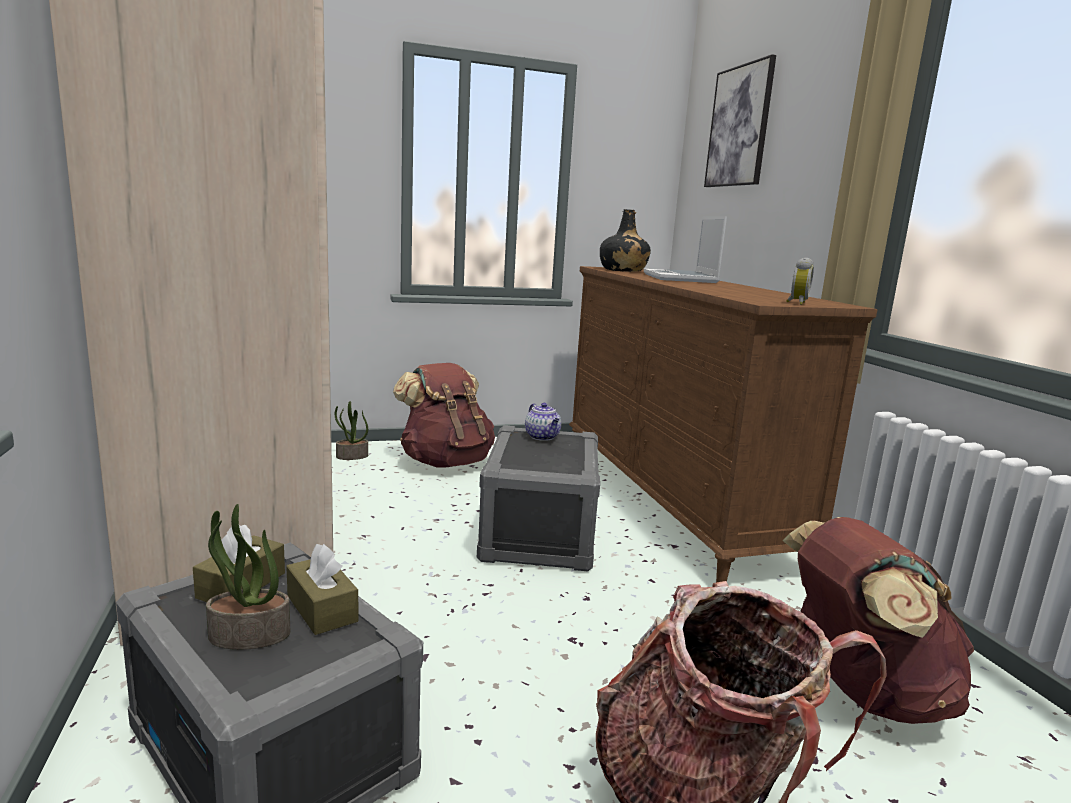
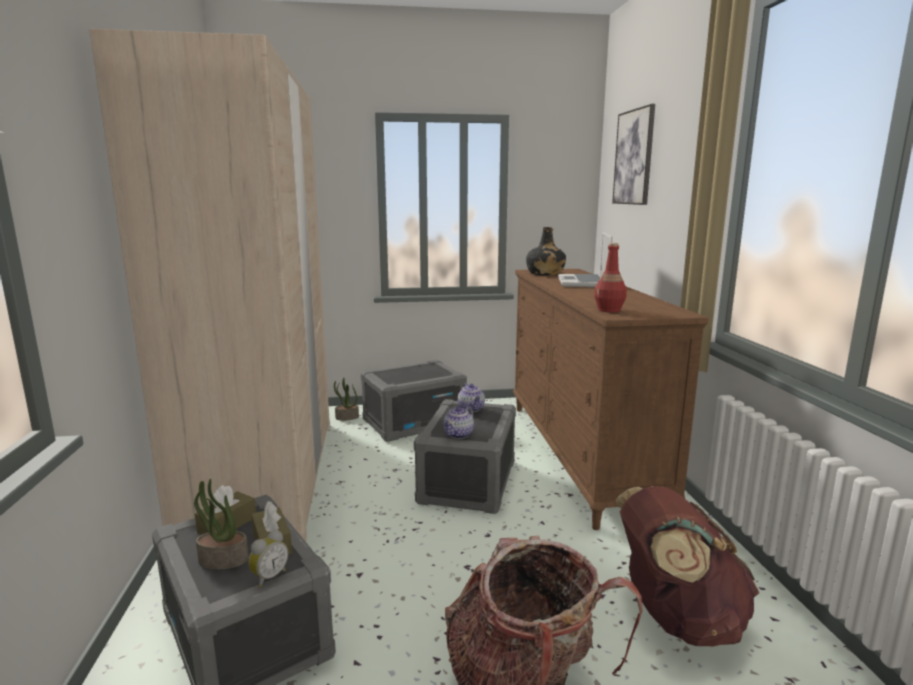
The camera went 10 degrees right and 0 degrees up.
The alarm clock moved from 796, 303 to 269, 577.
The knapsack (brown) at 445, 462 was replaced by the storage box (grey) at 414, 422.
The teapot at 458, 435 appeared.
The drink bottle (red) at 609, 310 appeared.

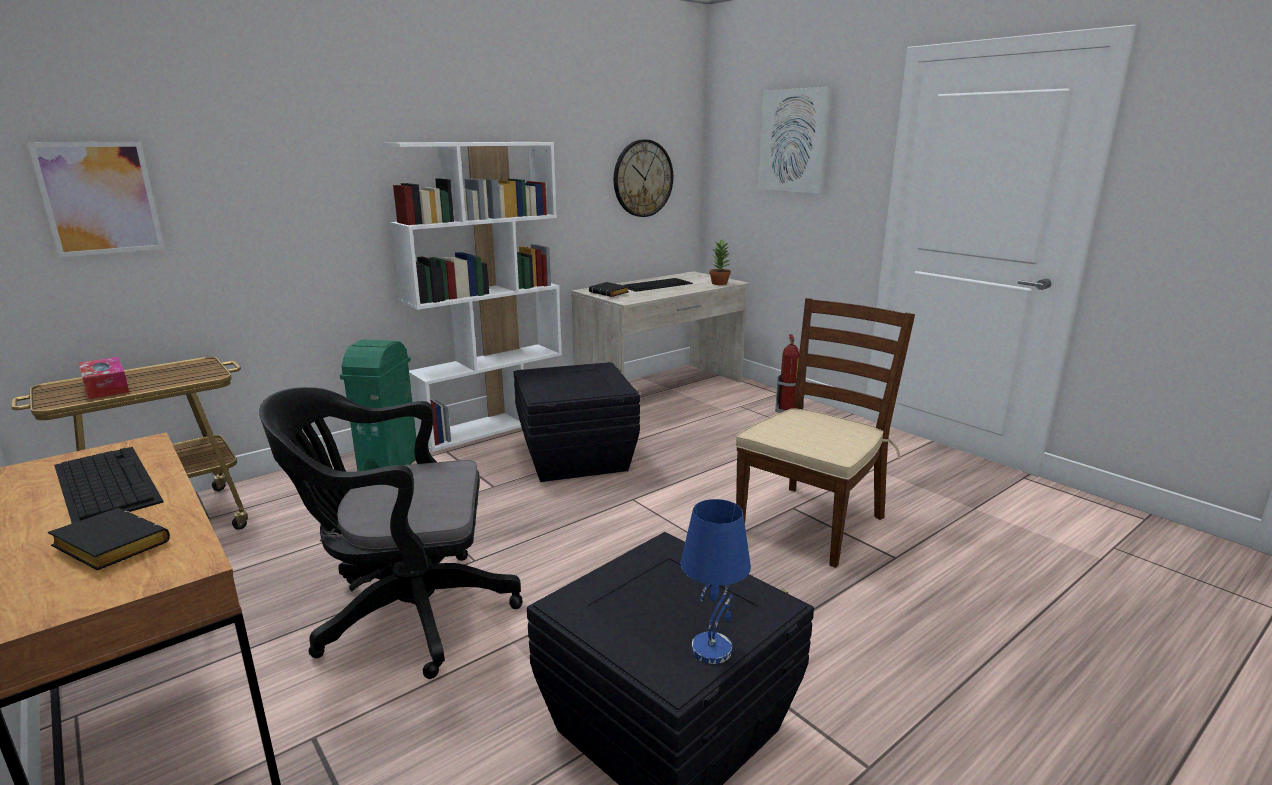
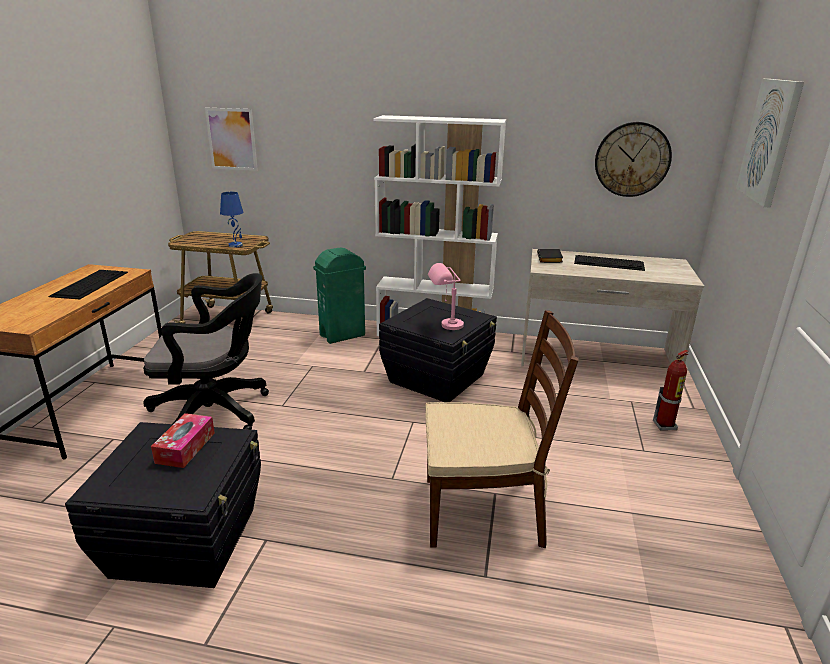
The camera went 50 degrees right and 5 degrees up.
The desk chair (blackish) at 406, 614 turned 135 degrees clockwise.
The box of tissues moved from 106, 387 to 185, 447.
The lamp for a table (blue) moved from 712, 648 to 236, 245.
The lamp for a table (pink-coloured) at 445, 326 appeared.
The bound book (blackish) at 107, 547 disappeared.
The potted plant at 720, 283 disappeared.

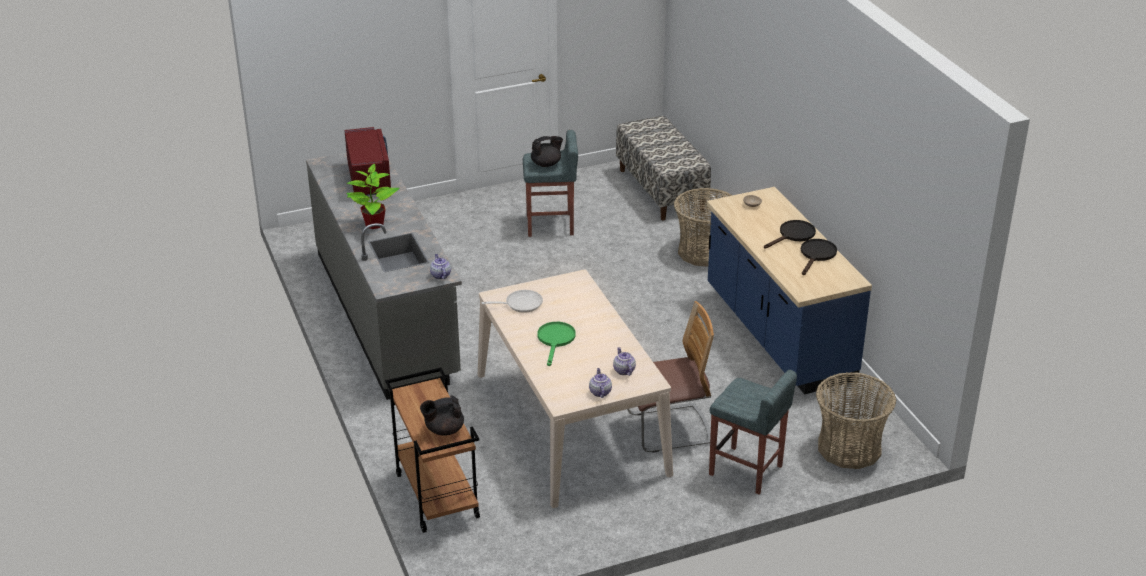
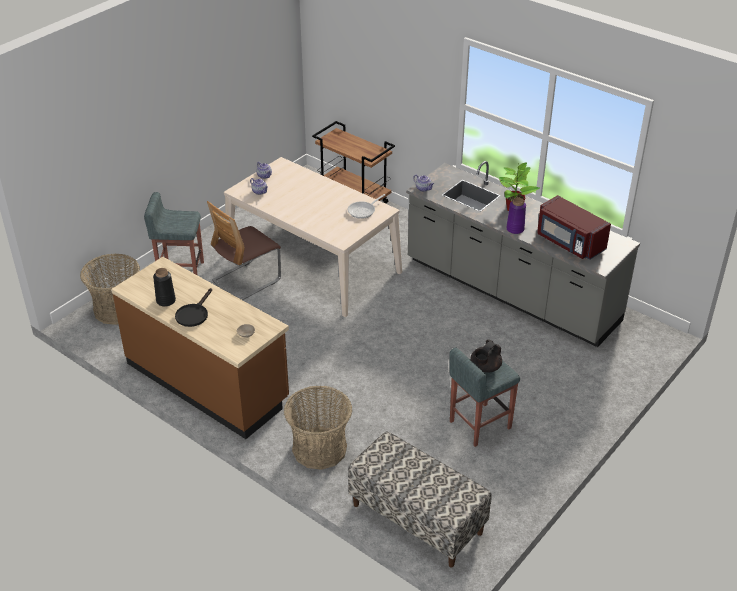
The camera went 150 degrees right and 5 degrees up.
The kitchen base unit (blue) at 777, 335 became the kitchen base unit (brown) at 208, 382.
The frying pan (blackish) at 816, 255 was replaced by the flower vase (blackish) at 165, 301.
The flower vase (purple) at 515, 229 appeared.
The teapot (blackish) at 443, 430 disappeared.
The frying pan (greenish) at 555, 340 disappeared.

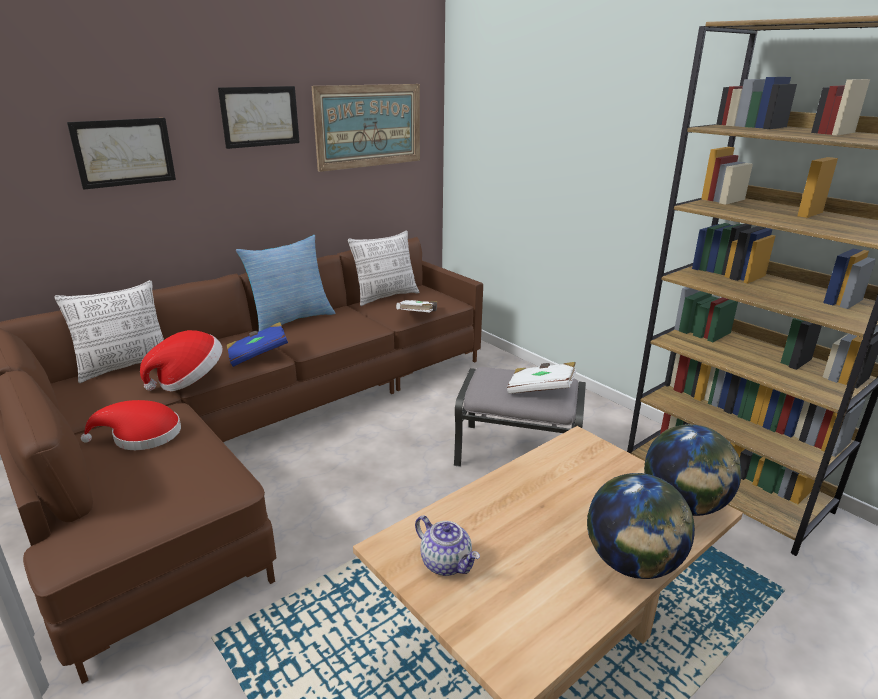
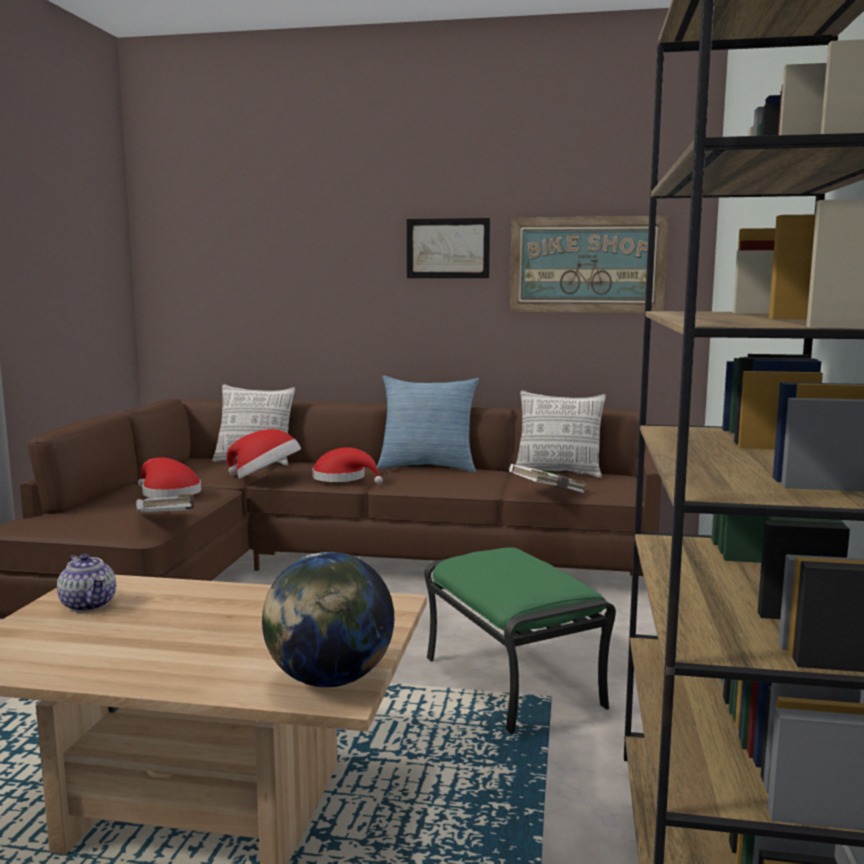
The camera went 50 degrees right and 15 degrees down.
The teapot at 446, 563 turned 45 degrees counterclockwise.
The bound book (white-coloured) moved from 540, 390 to 166, 520.
The bound book (blue) at 258, 355 was replaced by the hat (red) at 343, 478.
The pouffe (grey) at 519, 452 became the pouffe (greenish) at 514, 682.
The picture at 124, 152 disappeared.
The world globe at 632, 564 disappeared.

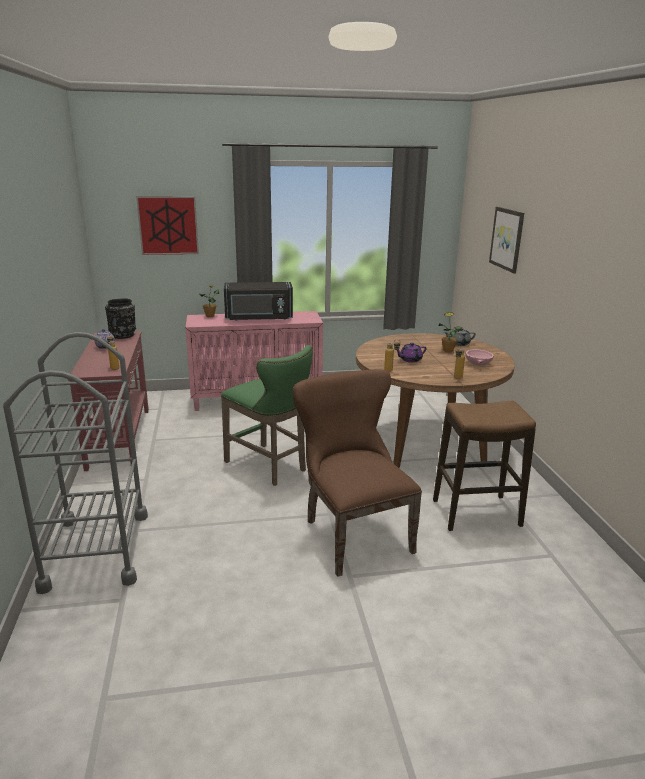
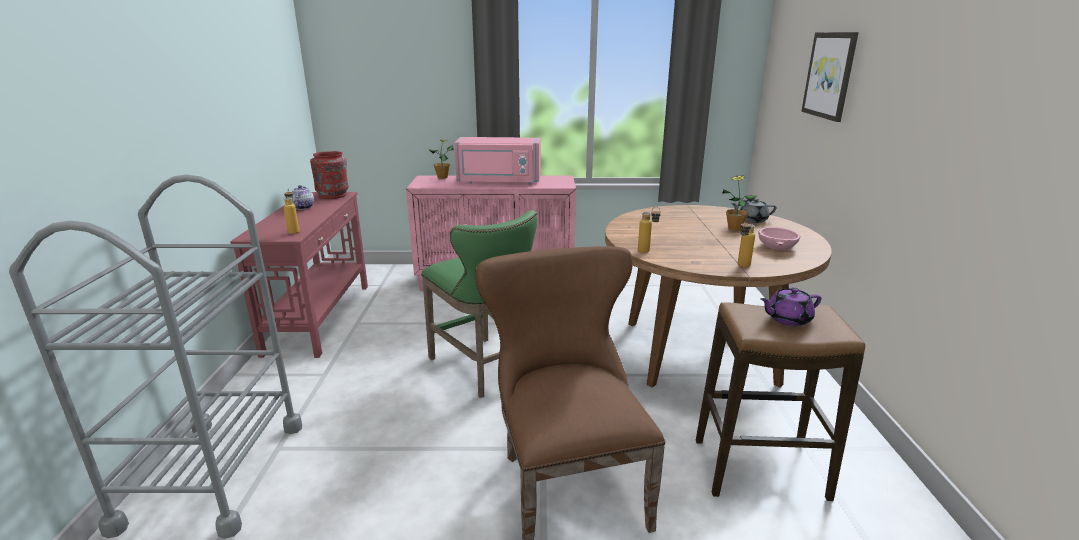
The camera went 10 degrees right and 0 degrees up.
The flower vase (blackish) at 123, 335 became the flower vase (red) at 333, 195.
The microwave (blackish) at 259, 318 became the microwave (pink-coloured) at 499, 181.
The teapot (purple) moved from 410, 360 to 787, 319.
The picture at 168, 225 disappeared.

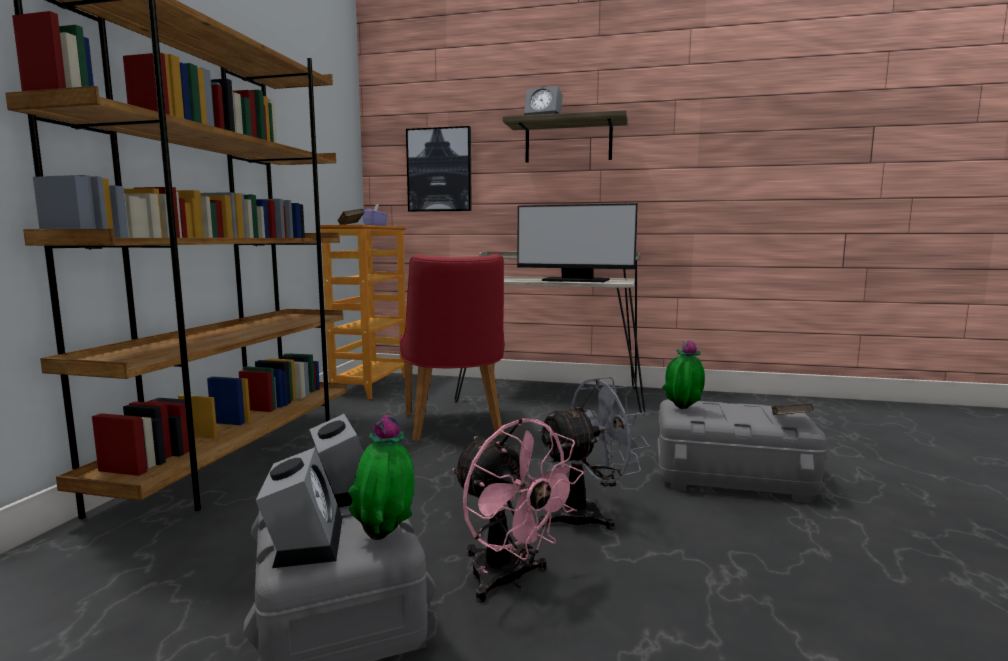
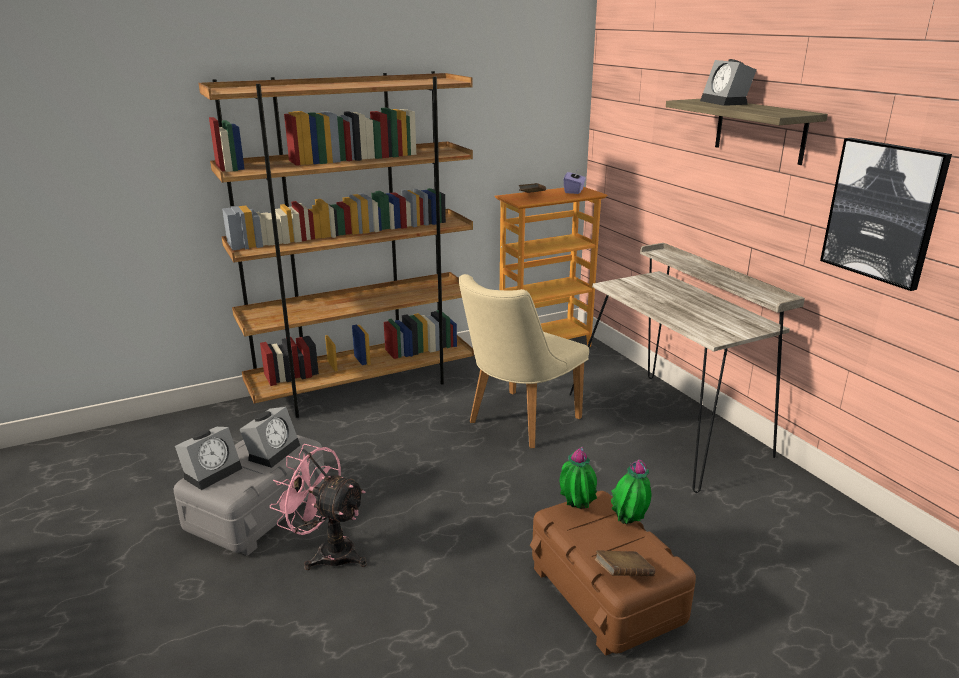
The camera went 50 degrees right and 15 degrees up.
The cooling fan (pink-coloured) at 508, 580 turned 105 degrees clockwise.
The plain chair (red) at 454, 427 became the plain chair (beige-coloured) at 516, 423.
The storage box (grey) at 731, 476 became the storage box (brown) at 606, 593.
The potted plant moved from 386, 537 to 629, 524.
The picture moved from 439, 170 to 882, 211.
The monitor at 576, 280 disappeared.
The cooling fan (grey) at 587, 514 disappeared.

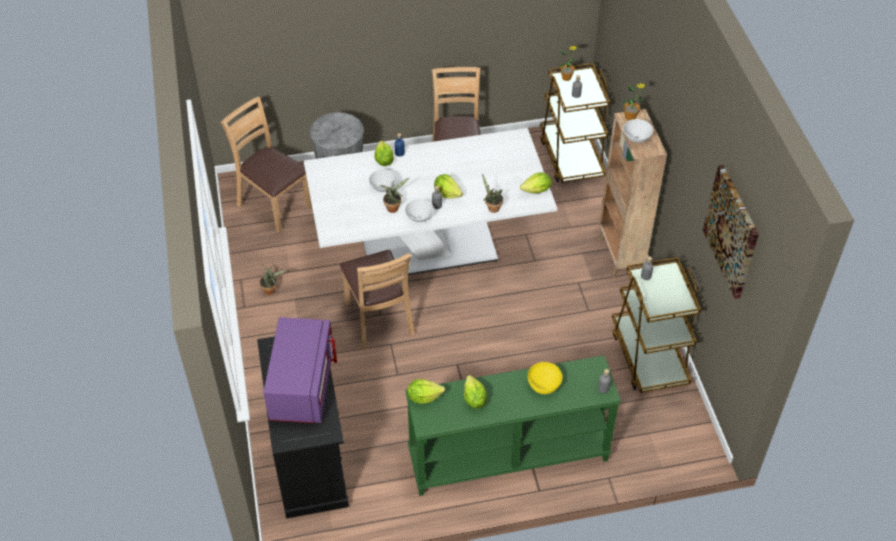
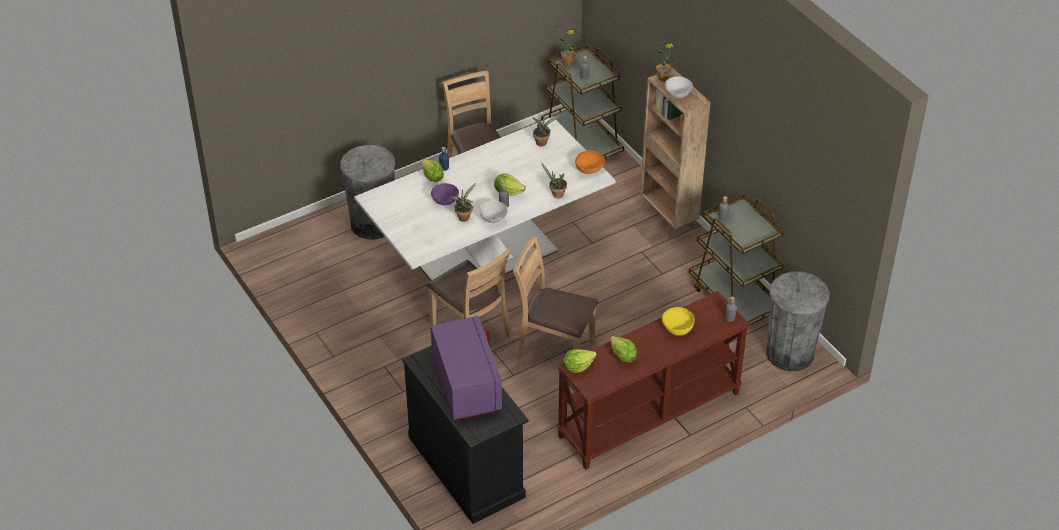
The camera went 20 degrees left and 5 degrees down.
The serving bowl (white-coloured) at 383, 188 became the serving bowl (purple) at 445, 202.
The plain chair (brown) moved from 274, 205 to 554, 350.
The potted plant moved from 271, 290 to 542, 142.
The hall table (greenish) at 508, 457 became the hall table (brown) at 649, 416.
The lettuce head at 537, 190 was replaced by the serving bowl (orange) at 589, 169.
The waste bin (grey) at 790, 353 appeared.
The picture at 732, 231 disappeared.

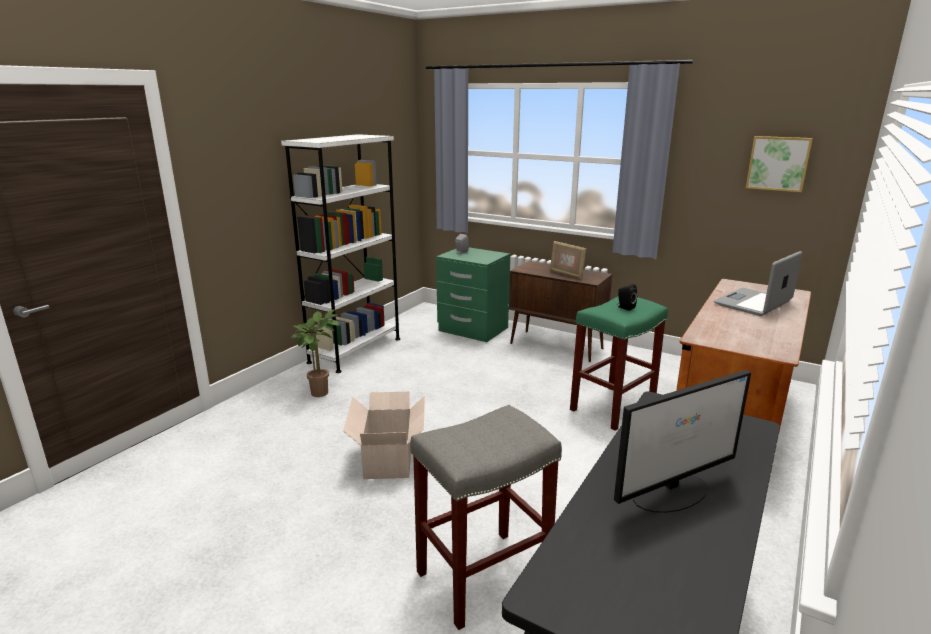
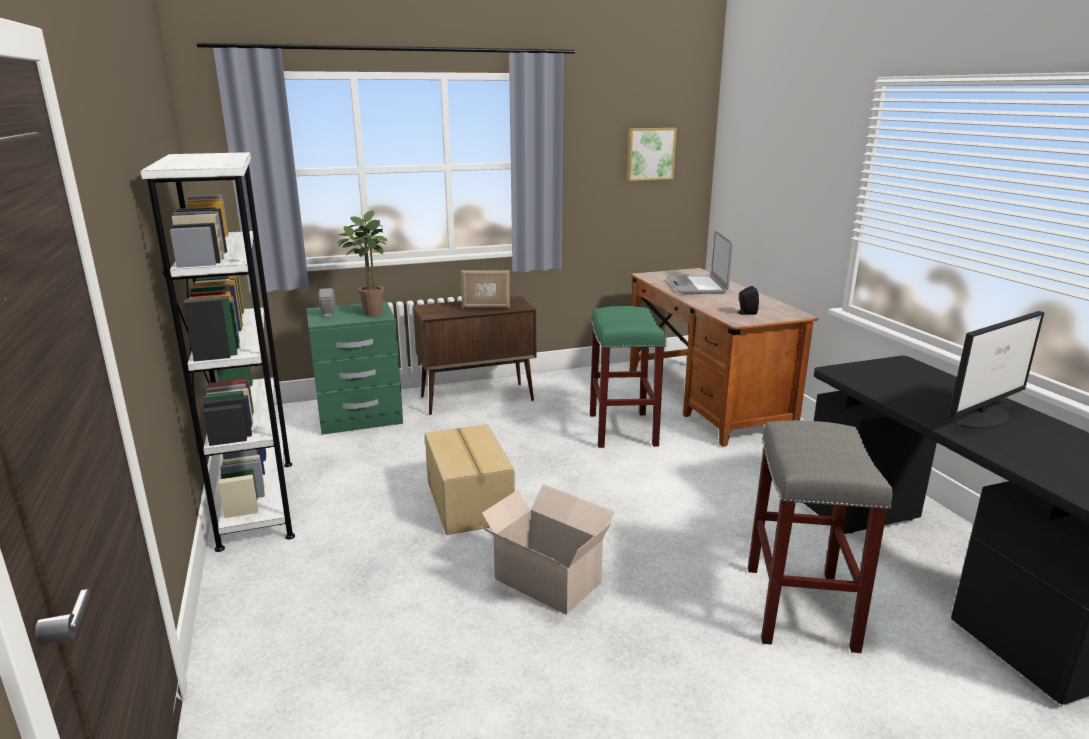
The camera went 50 degrees left and 0 degrees up.
The potted plant moved from 320, 391 to 370, 312.
The cardboard box at 470, 501 appeared.
The speaker (blackish) moved from 625, 307 to 746, 313.
The monitor at 671, 492 turned 45 degrees clockwise.

